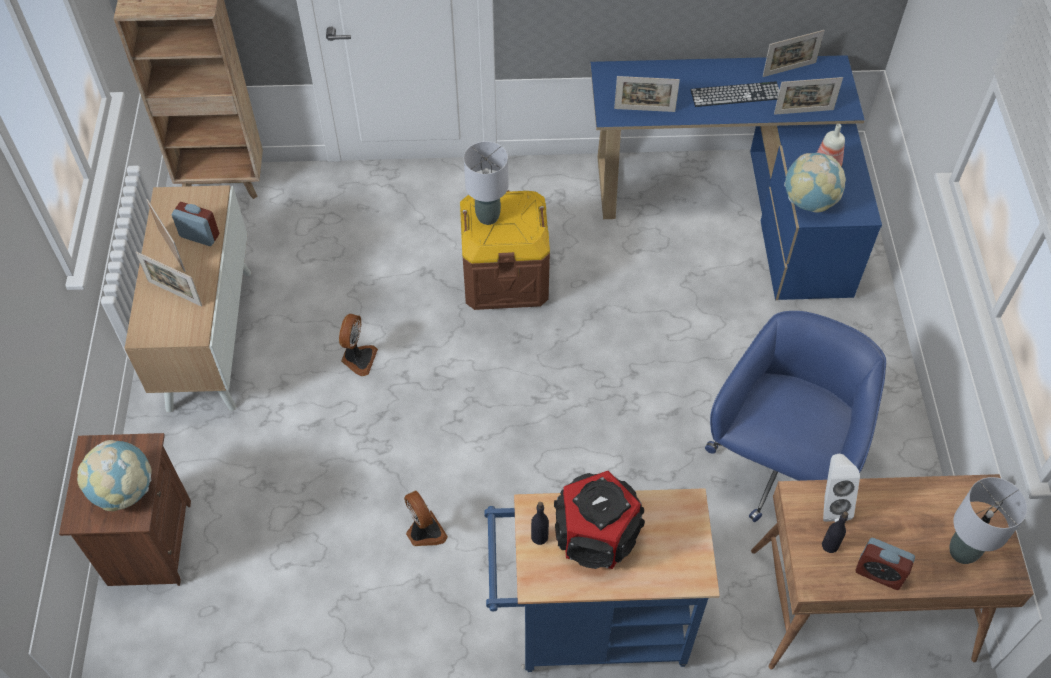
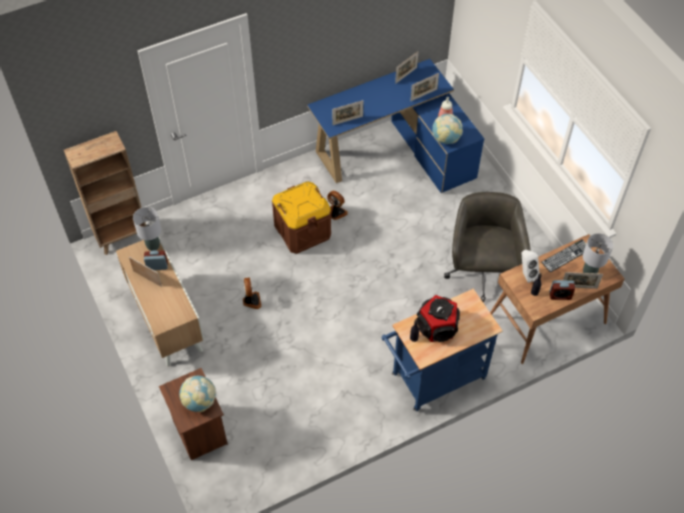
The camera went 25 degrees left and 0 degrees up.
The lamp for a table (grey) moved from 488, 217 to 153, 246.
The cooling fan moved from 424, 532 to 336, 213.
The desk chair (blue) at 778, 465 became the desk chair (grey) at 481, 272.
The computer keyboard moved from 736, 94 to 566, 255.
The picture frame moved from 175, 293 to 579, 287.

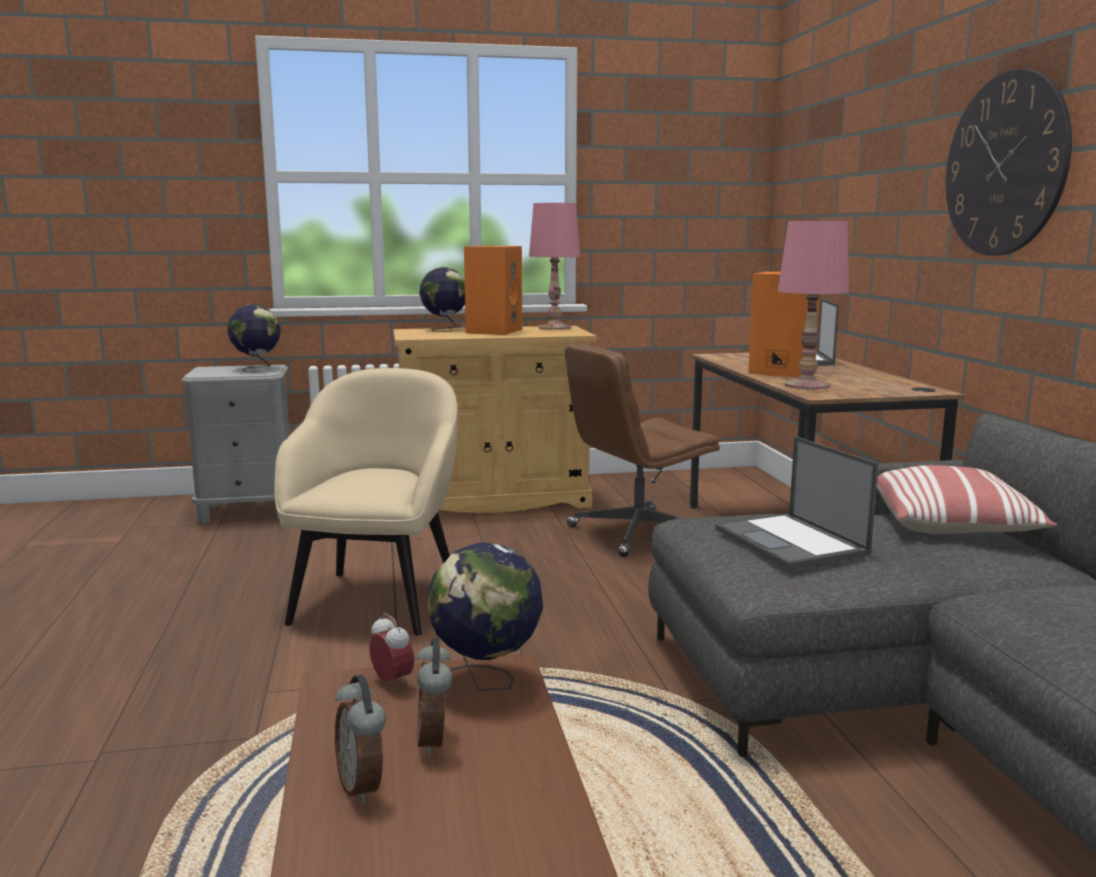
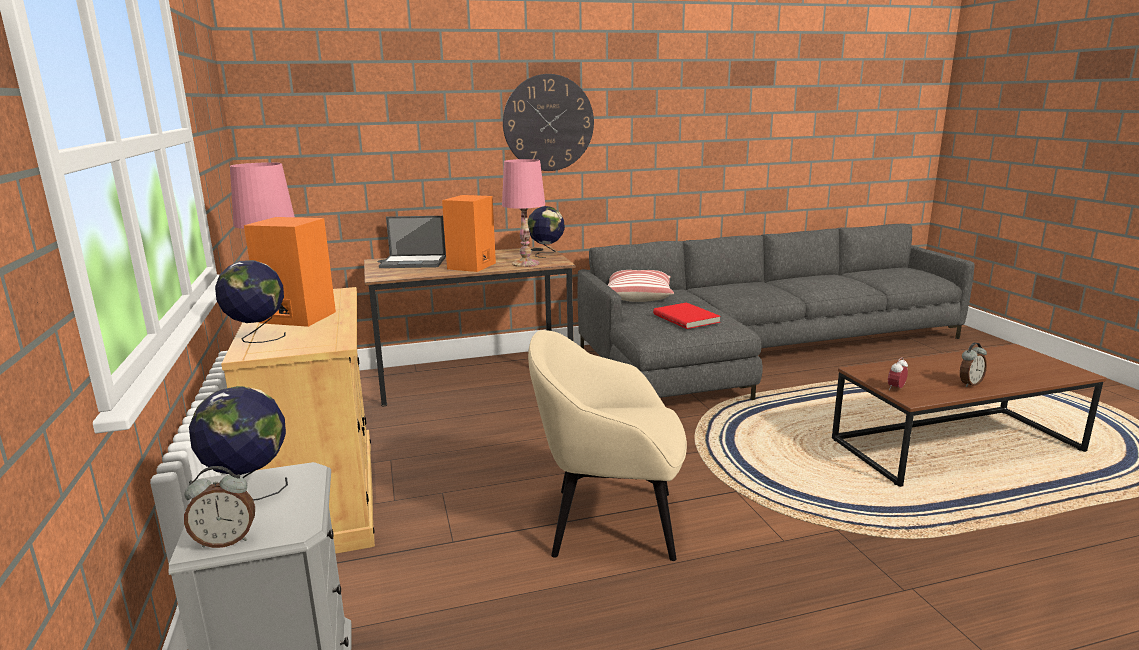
The camera went 95 degrees left and 5 degrees up.
The alarm clock moved from 435, 741 to 226, 541.
The world globe moved from 487, 682 to 546, 254.
The notebook computer at 791, 542 was replaced by the bound book (red) at 687, 318.
The desk chair (brown) at 636, 533 disappeared.

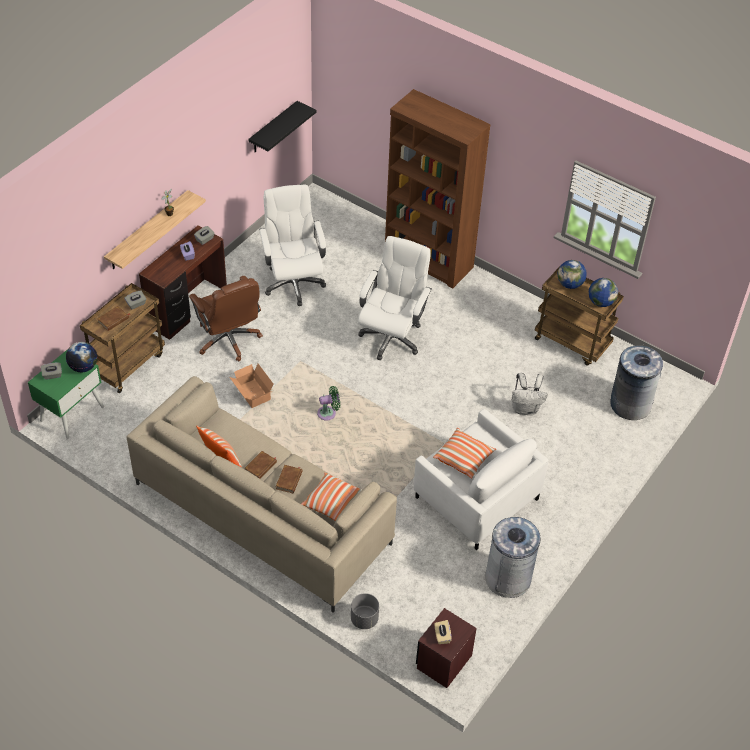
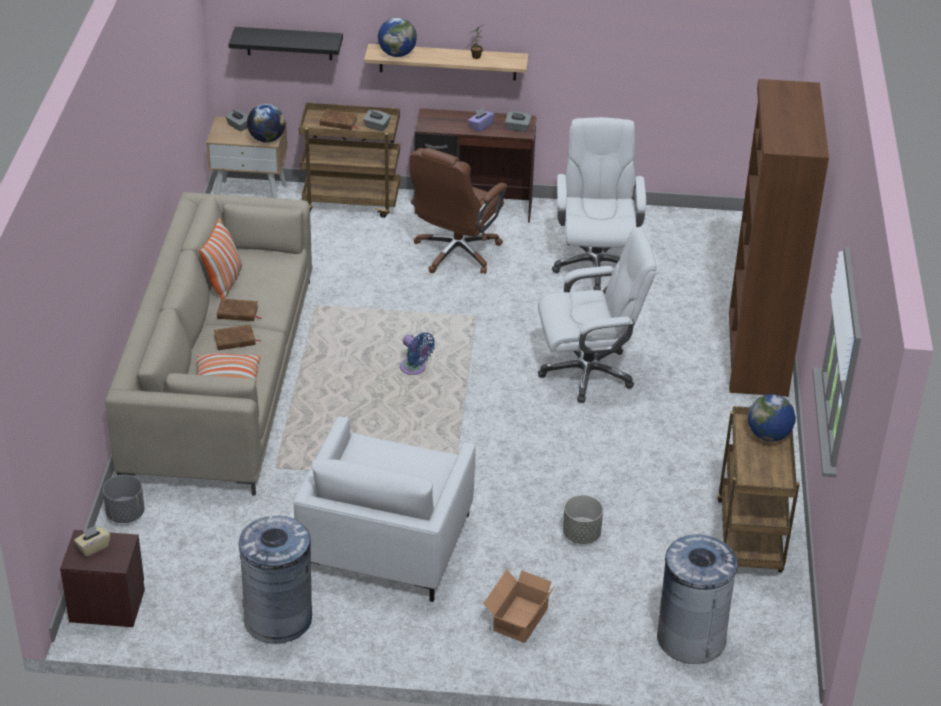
The camera went 60 degrees right and 10 degrees down.
The bedside table (greenish) at 72, 413 became the bedside table (beige-coloured) at 251, 195.
The shelf (blackish) moved from 273, 128 to 289, 43.
The world globe moved from 600, 302 to 397, 54.
The cooling fan (greenish) at 328, 413 became the cooling fan (blue) at 414, 369.
The cardboard box moved from 252, 394 to 517, 619.
The desk chair (white-coloured) at 293, 283 turned 45 degrees counterclockwise.
The knapsack (white-coloured) at 525, 409 was replaced by the flower pot (grey) at 581, 534.
The throw pillow at 464, 458 disappeared.

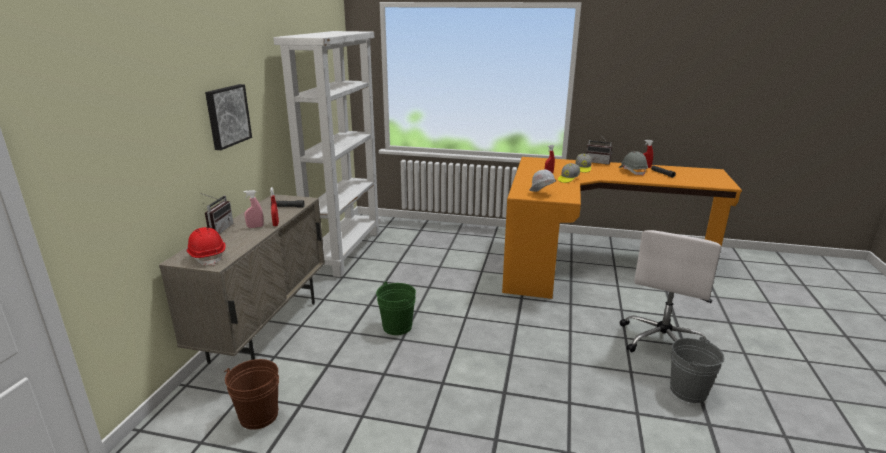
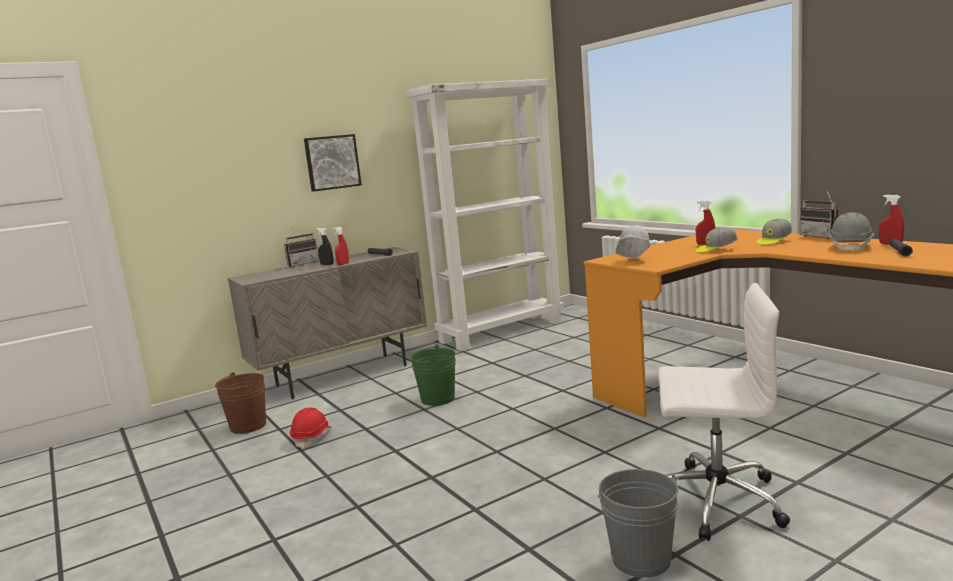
The camera went 45 degrees right and 10 degrees down.
The safety helmet (red) moved from 208, 256 to 312, 438.
The sprayer (pink-coloured) at 255, 227 became the sprayer (blackish) at 327, 264.
The desk chair (white-coloured) at 662, 341 turned 150 degrees counterclockwise.

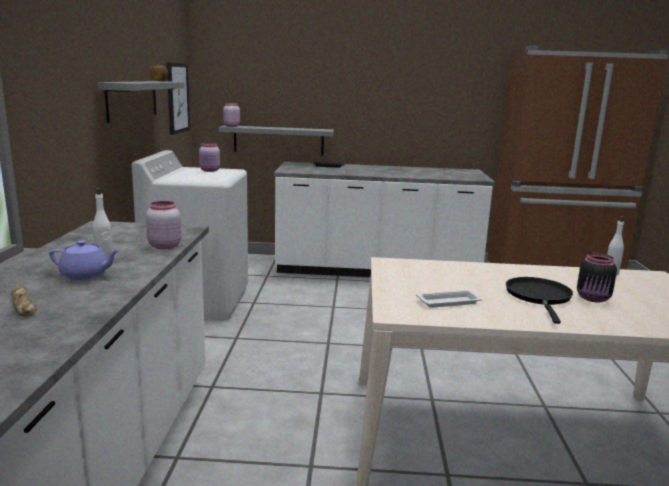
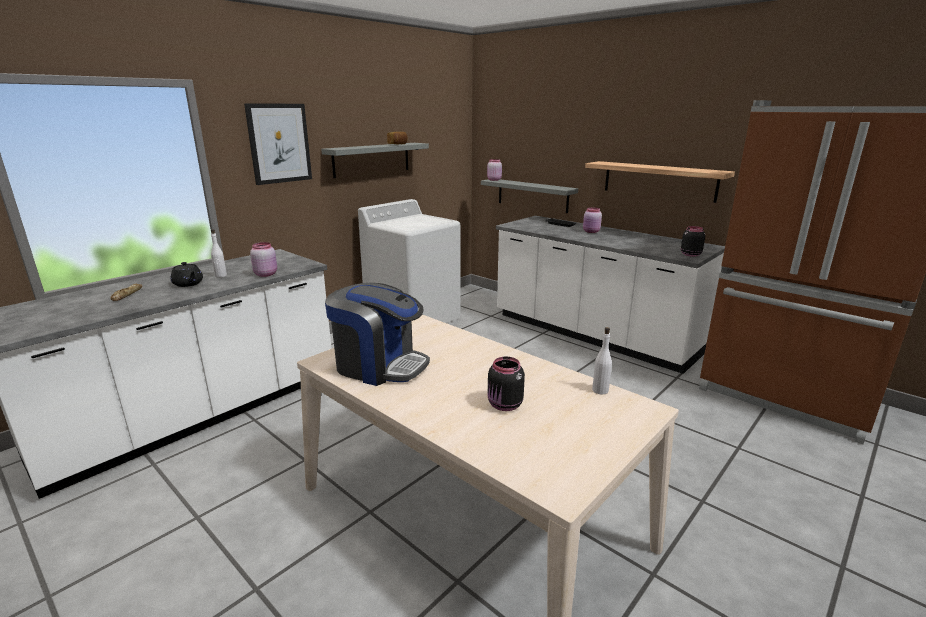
The camera went 40 degrees right and 5 degrees up.
The teapot (purple) at 86, 275 became the teapot (blackish) at 188, 284.
The picture moved from 177, 98 to 279, 143.
The serving tray (white-coloured) at 449, 302 was replaced by the coffee brewer at 379, 365.
The storage jar (pink-coloured) moved from 210, 170 to 591, 232.
The shelf at 659, 181 appeared.
The storage jar (blackish) at 690, 254 appeared.
The frying pan (blackish) at 539, 297 disappeared.

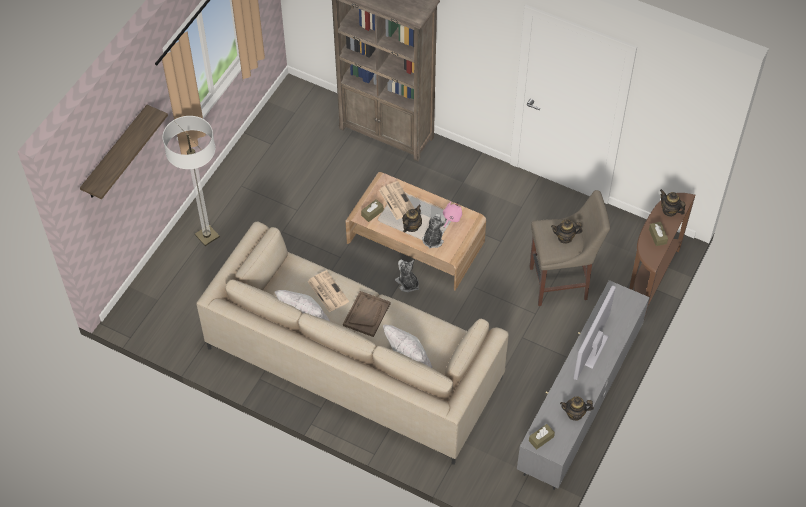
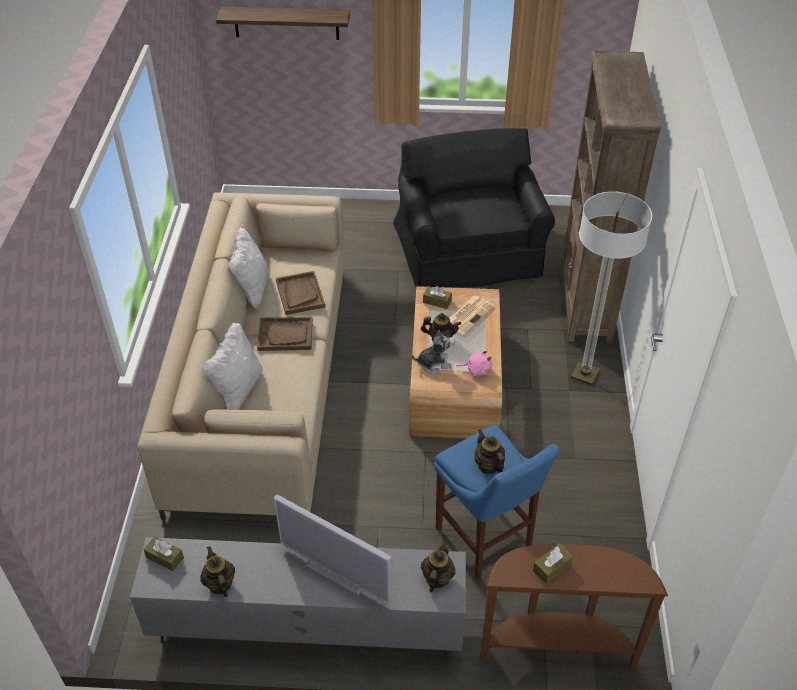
The camera went 65 degrees right and 10 degrees down.
The TV at 593, 349 turned 150 degrees counterclockwise.
The newspaper at 327, 291 was replaced by the serving tray (brown) at 300, 294.
The armchair (blackish) at 468, 250 appeared.
The teapot moved from 669, 211 to 437, 578.
The sitting stool (beige-coloured) at 561, 283 became the sitting stool (blue) at 485, 541.
The standard lamp moved from 207, 236 to 585, 374.
The plush toy at 407, 283 disappeared.

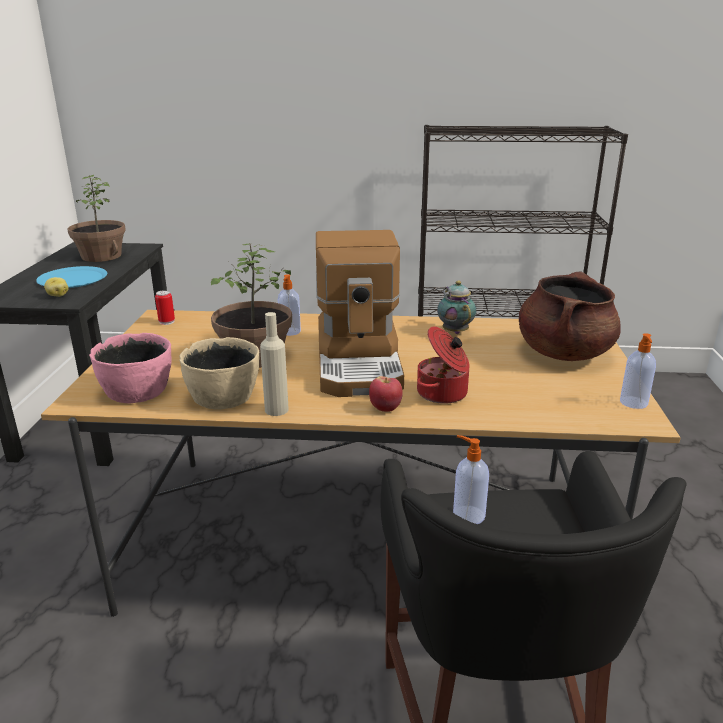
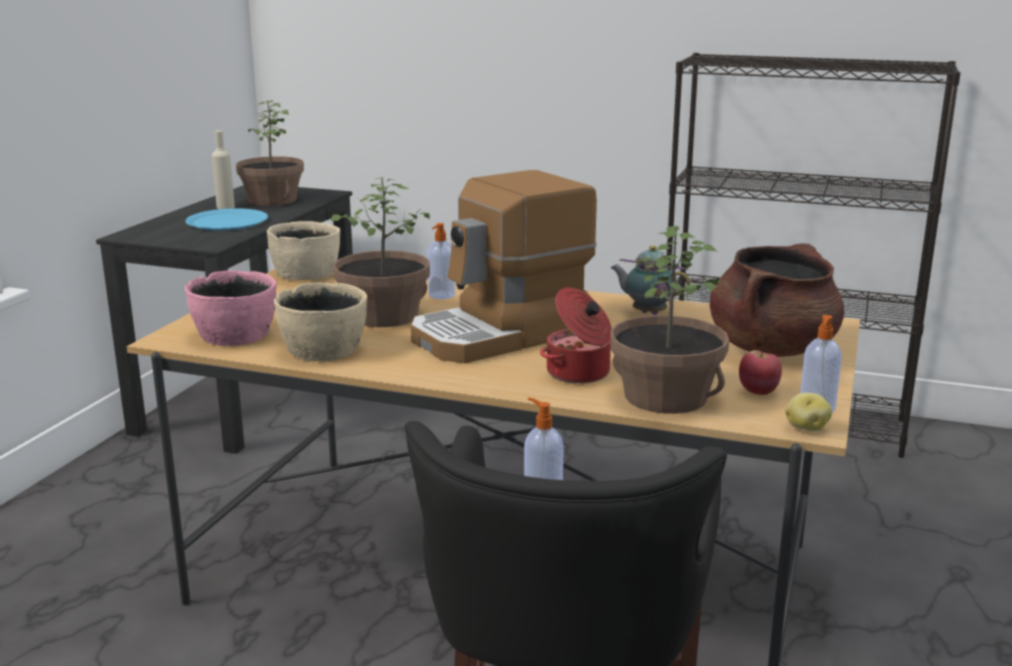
The camera went 15 degrees right and 5 degrees down.
The drink bottle (beige-coloured) moved from 276, 410 to 225, 207.
The sealed can at 166, 322 was replaced by the serving bowl (beige-coloured) at 306, 273.
The coffee brewer at 360, 363 turned 45 degrees clockwise.
The potted plant at 664, 397 appeared.
The teapot at 454, 331 turned 60 degrees counterclockwise.
The apple moved from 385, 408 to 758, 392.
The potato moved from 58, 295 to 806, 428.

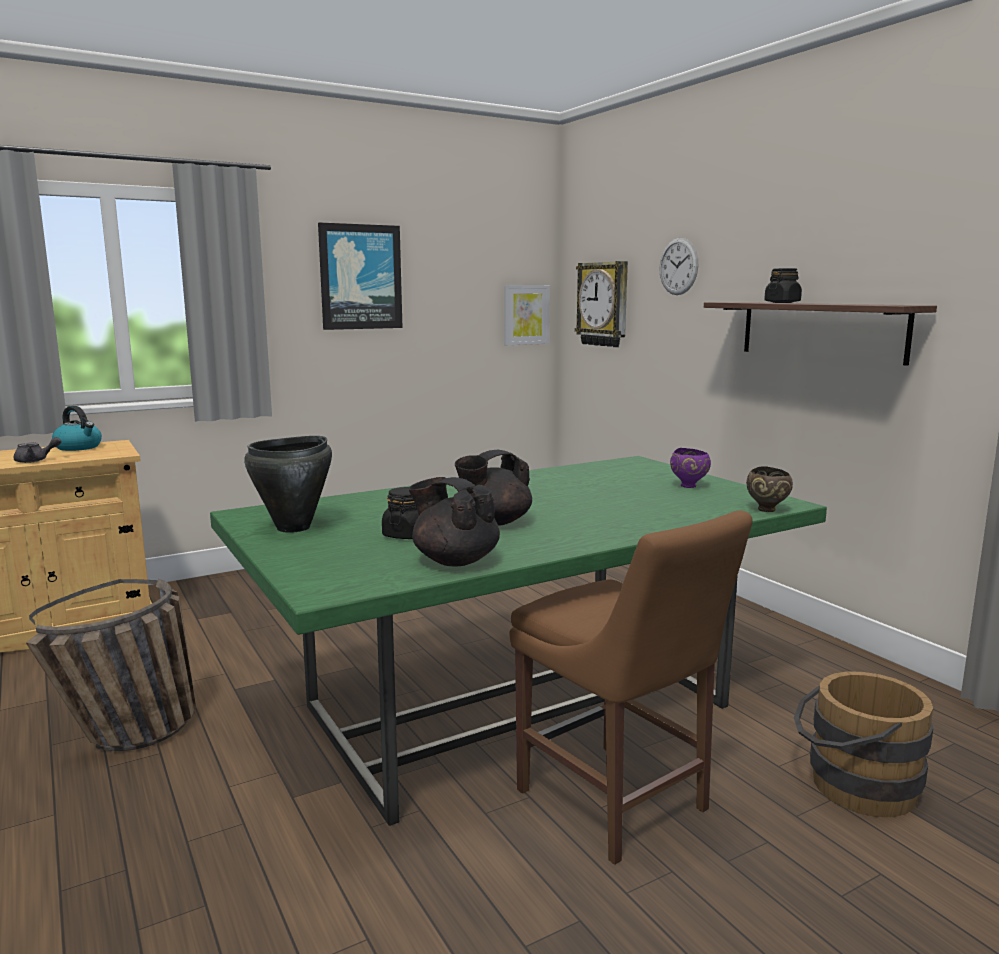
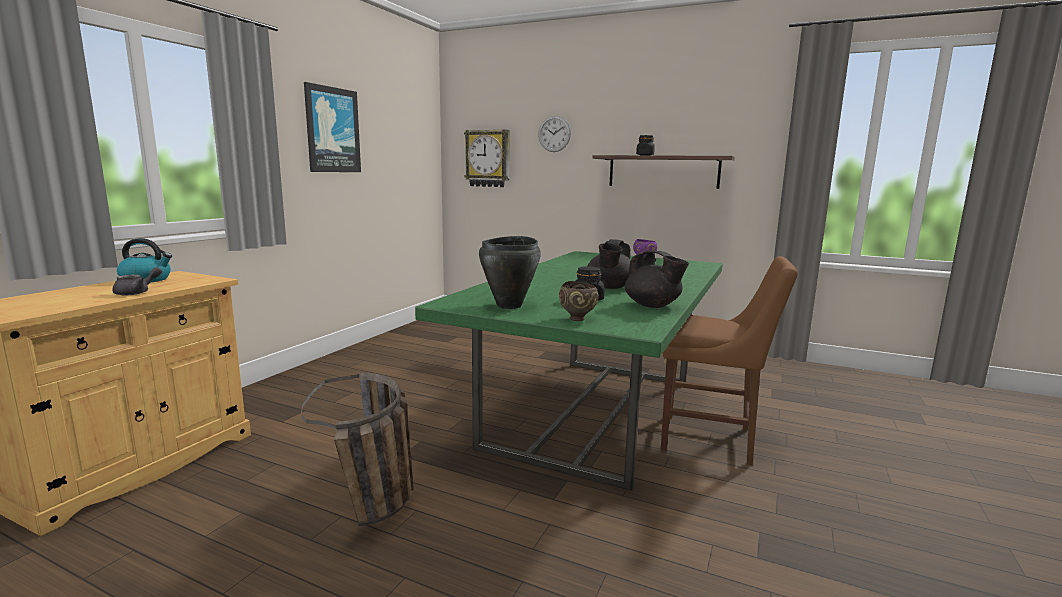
The camera went 35 degrees left and 0 degrees up.
The serving bowl (brown) moved from 767, 510 to 578, 319.
The teapot (blackish) at 454, 560 turned 135 degrees counterclockwise.
The picture at 525, 314 disappeared.
The water bucket (brown) at 852, 786 disappeared.

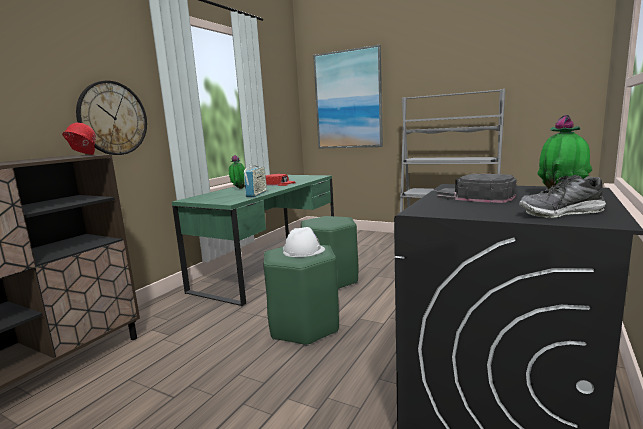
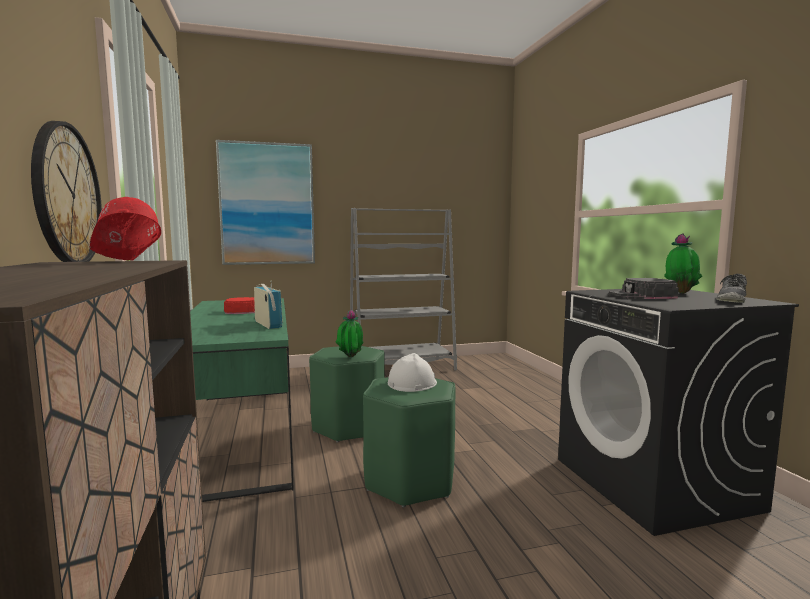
The camera went 45 degrees left and 5 degrees down.
The potted plant moved from 239, 189 to 350, 358.

